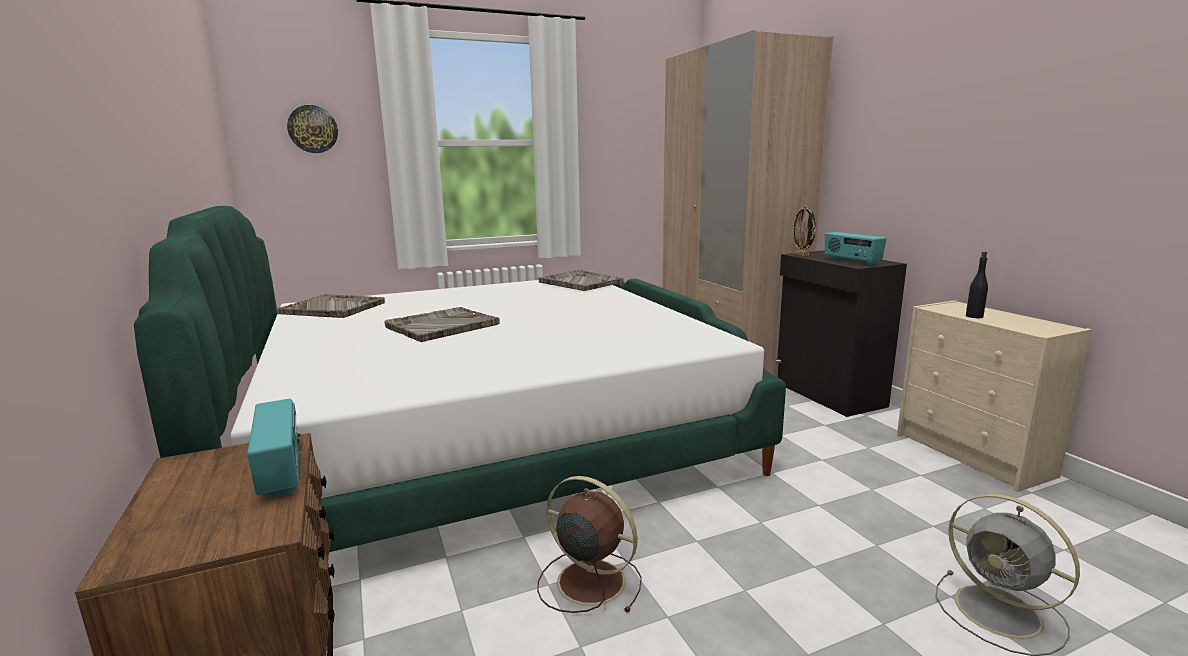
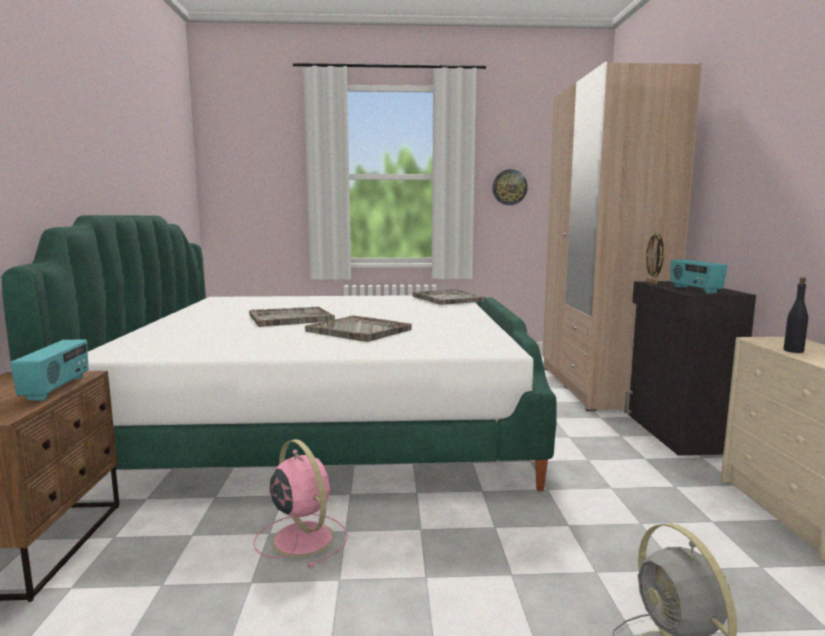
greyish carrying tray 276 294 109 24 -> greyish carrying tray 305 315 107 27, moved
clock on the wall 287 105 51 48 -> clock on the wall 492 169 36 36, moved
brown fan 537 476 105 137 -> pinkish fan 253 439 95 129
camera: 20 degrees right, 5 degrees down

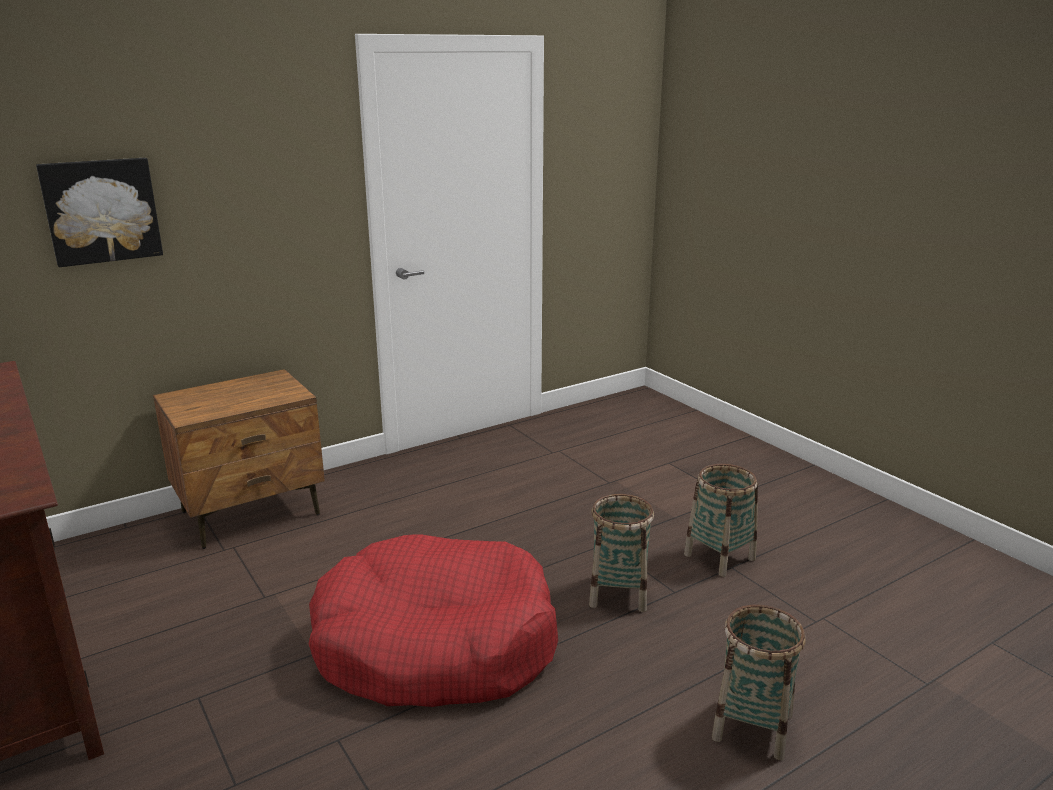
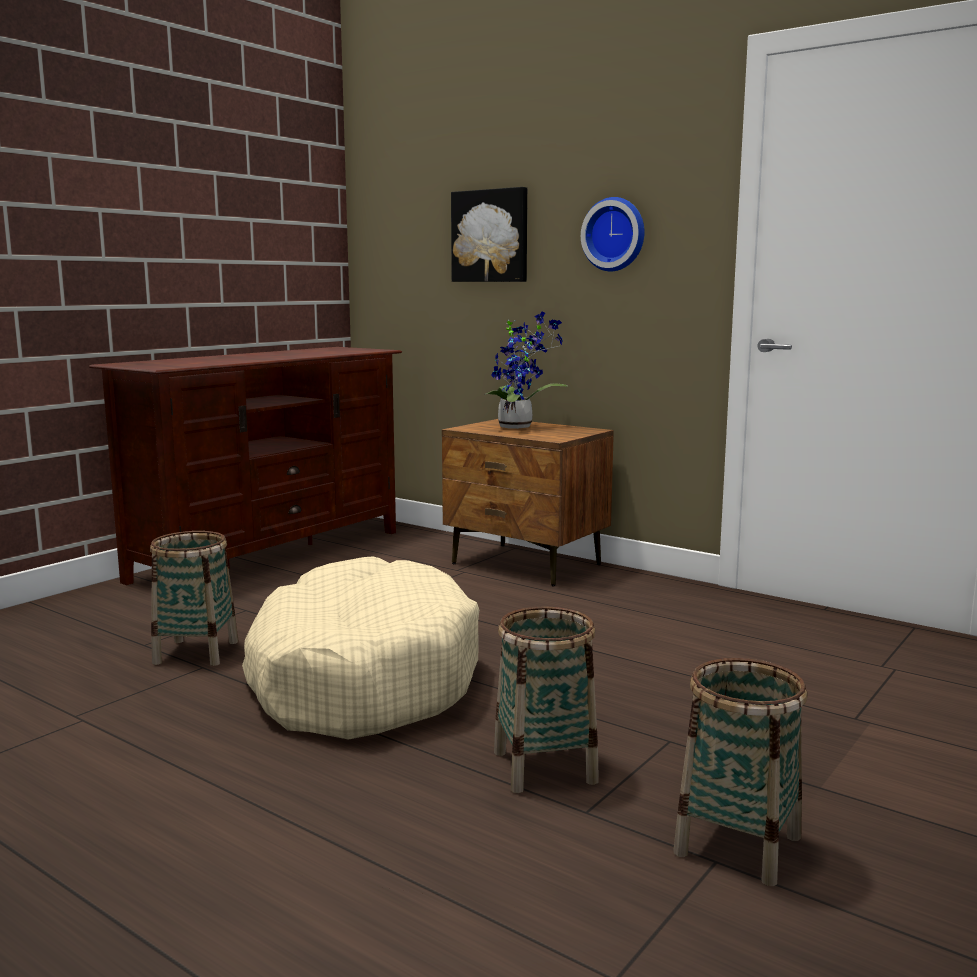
none -> potted plant 486 312 82 117
none -> clock on the wall 581 197 63 74
household basket 712 605 93 155 -> household basket 150 531 88 135, moved
reddish pet bed 309 534 249 173 -> beige pet bed 242 556 237 184
camera: 70 degrees right, 10 degrees down

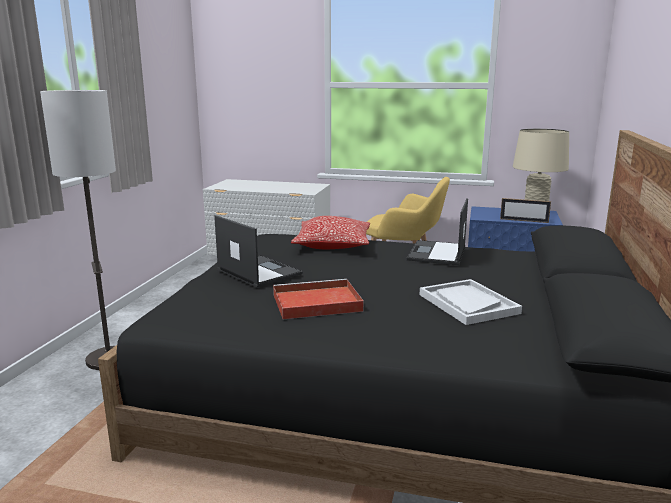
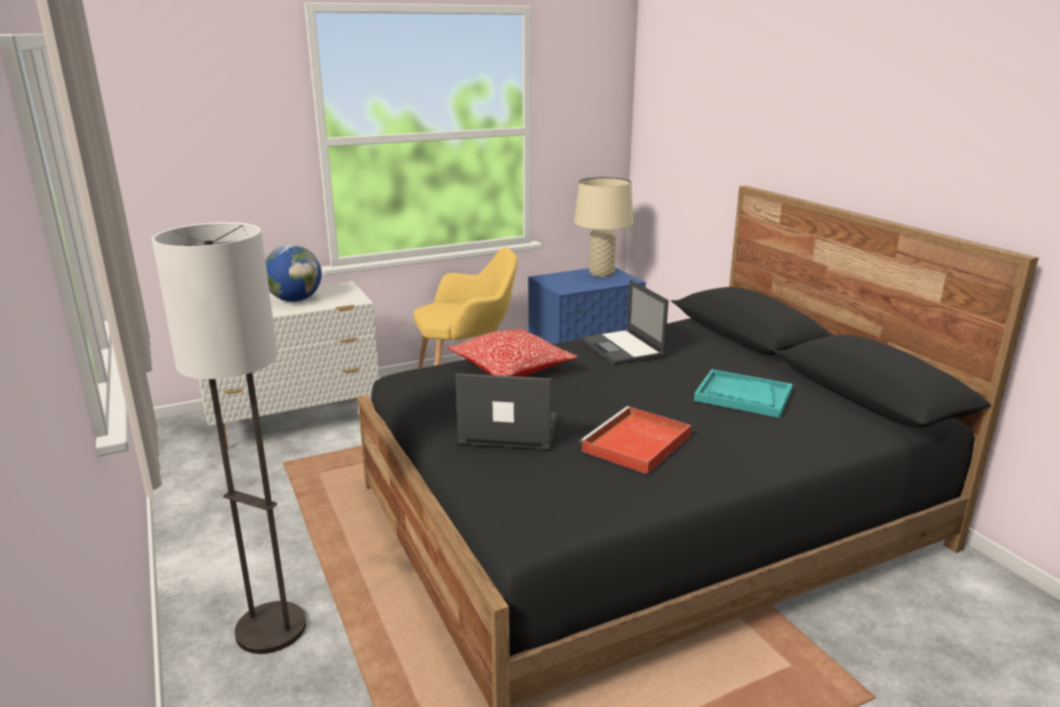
standing frame 500 198 51 25 -> none
none -> desk globe 265 245 57 57
whitish carrying tray 420 279 102 46 -> blue-green carrying tray 694 369 99 49
camera: 40 degrees left, 5 degrees up

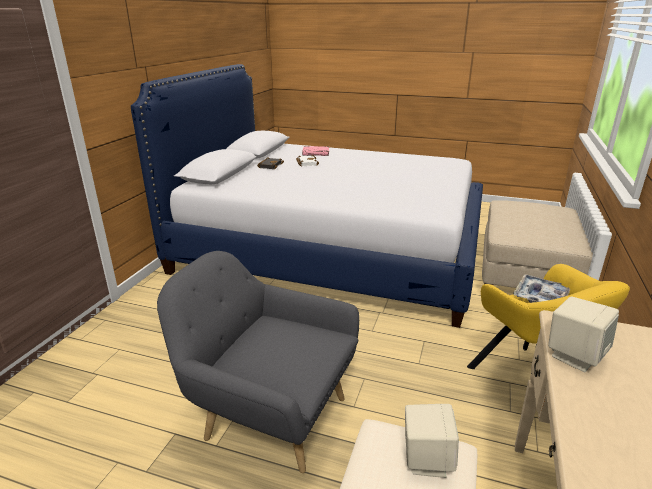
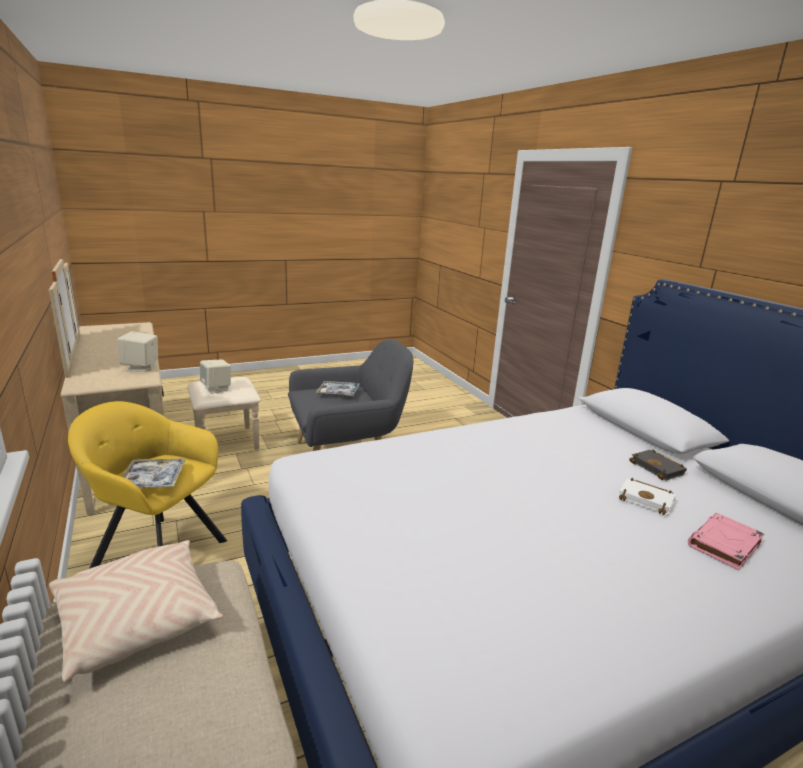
none -> beige throw pillow 49 540 174 142
none -> carrying tray 316 381 44 16
camera: 135 degrees right, 5 degrees down

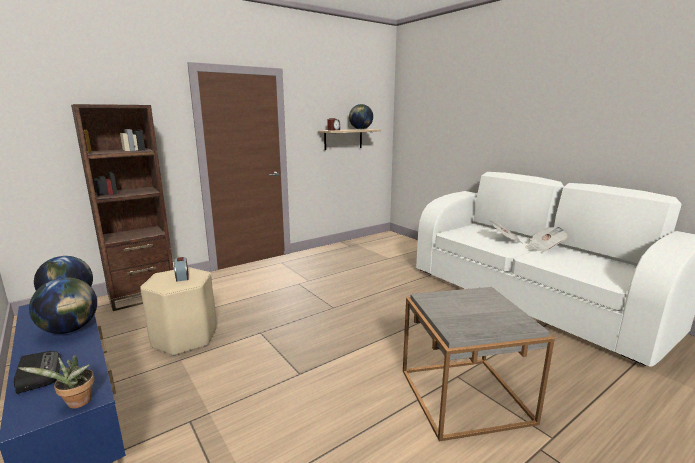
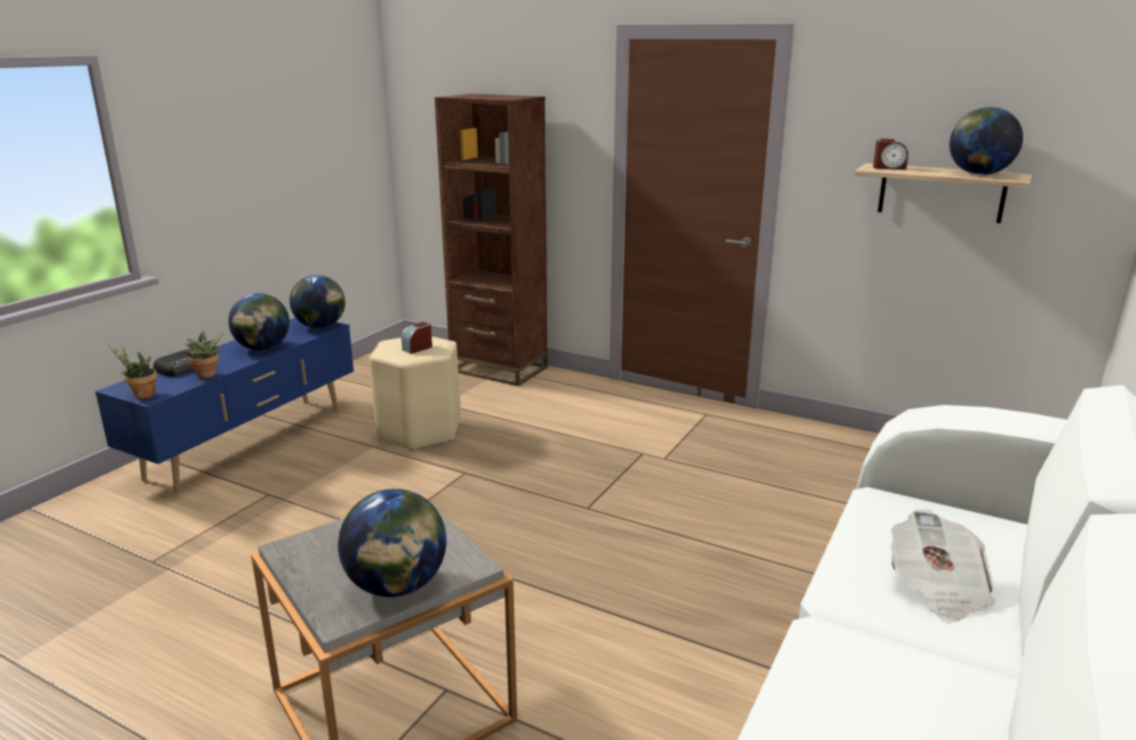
printed paper 525 227 43 25 -> none
none -> potted plant 184 330 39 49
none -> desk globe 338 489 108 108
camera: 65 degrees right, 5 degrees up

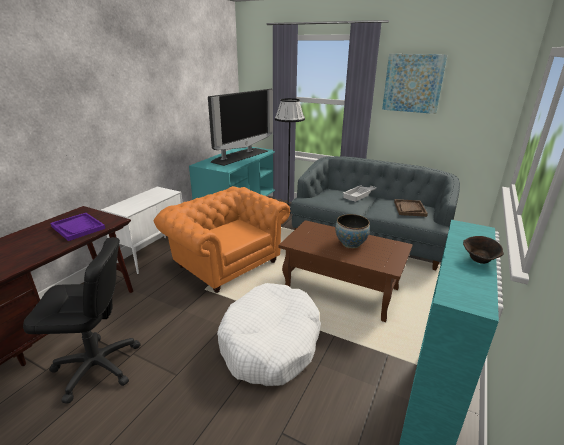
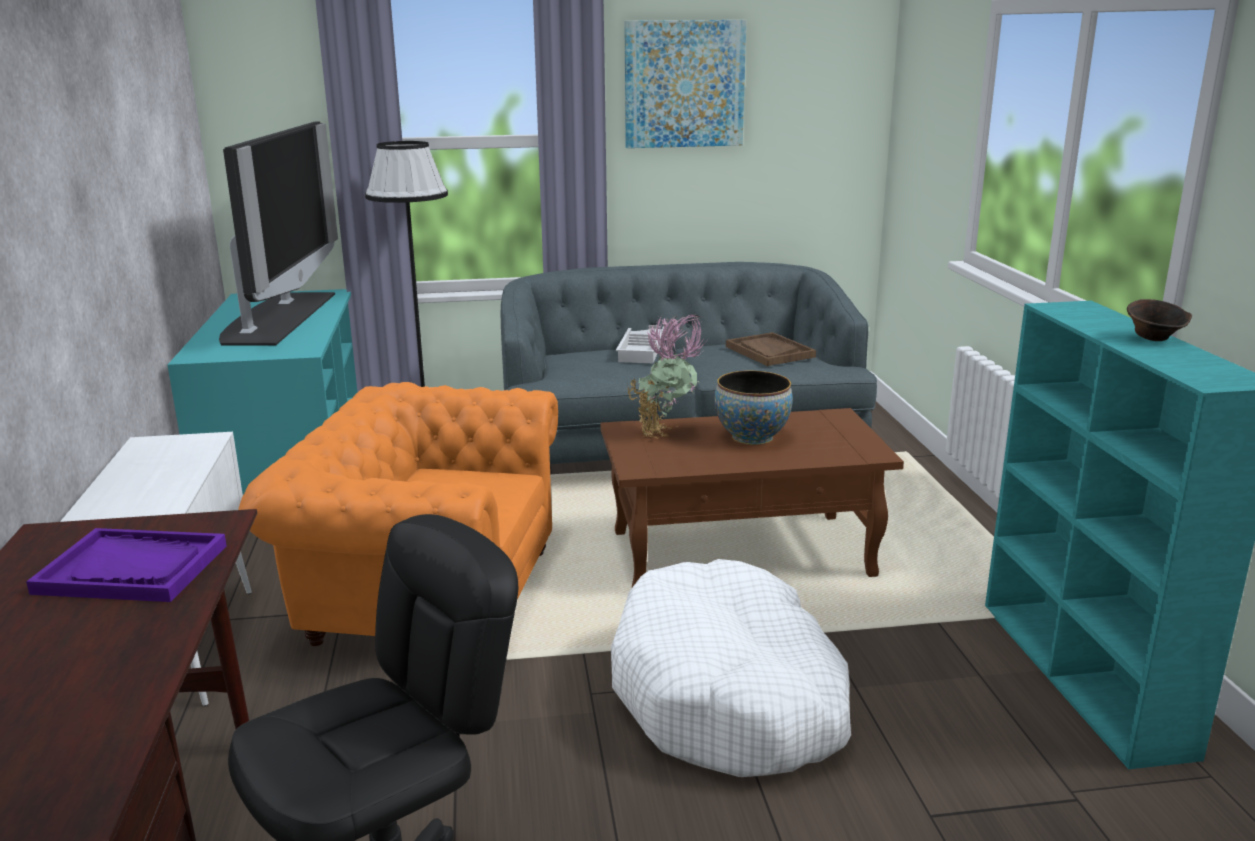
none -> potted plant 628 314 78 125
camera: 35 degrees left, 5 degrees down

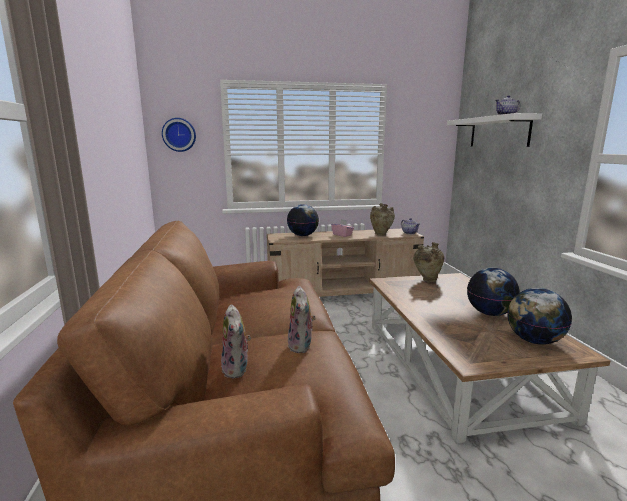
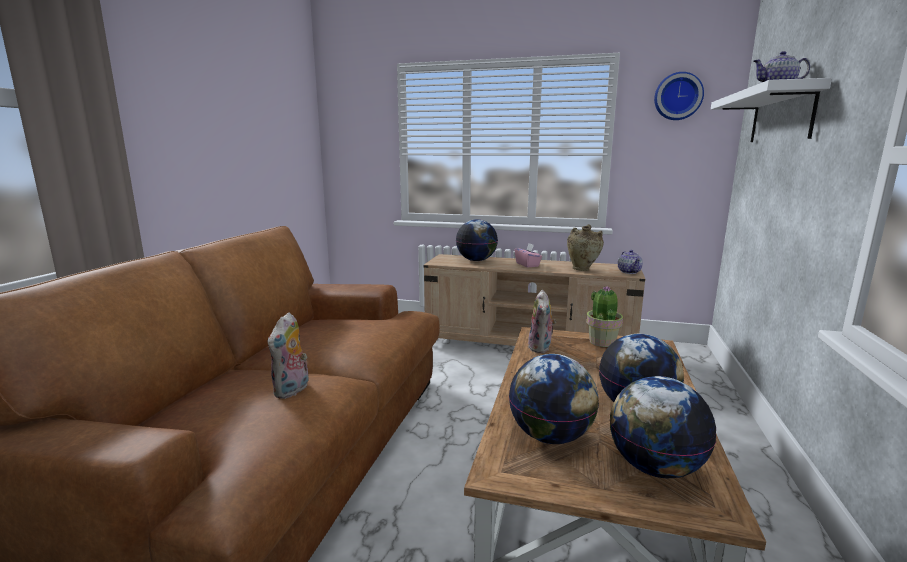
none -> desk globe 509 354 90 90
clock on the wall 162 118 34 34 -> clock on the wall 654 72 50 48, moved
cuddly toy 221 304 30 74 -> cuddly toy 528 290 28 63, moved
beige decorative vase 413 242 31 40 -> potted plant 586 286 37 61
camera: 25 degrees right, 0 degrees up

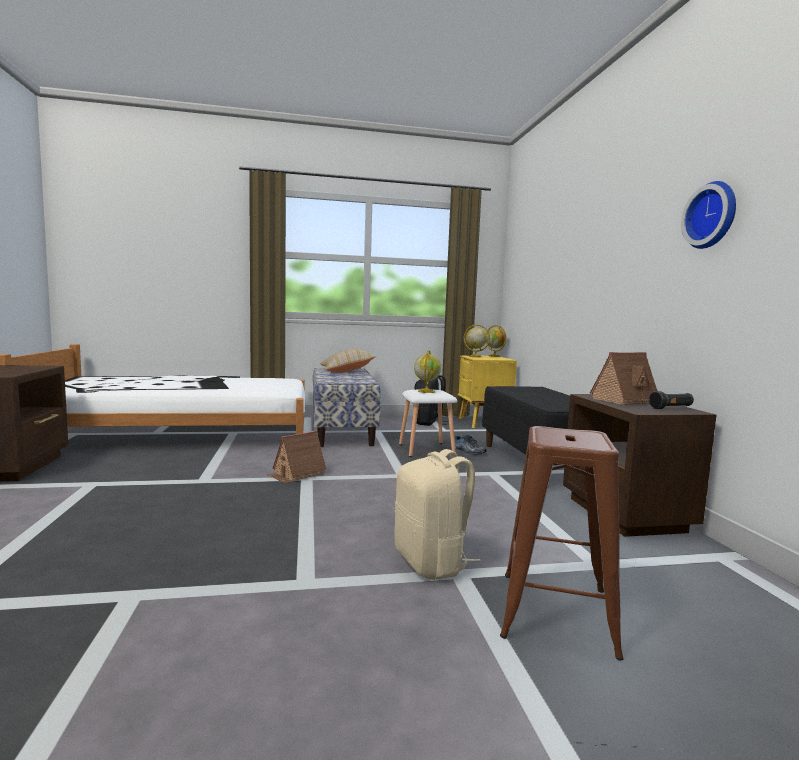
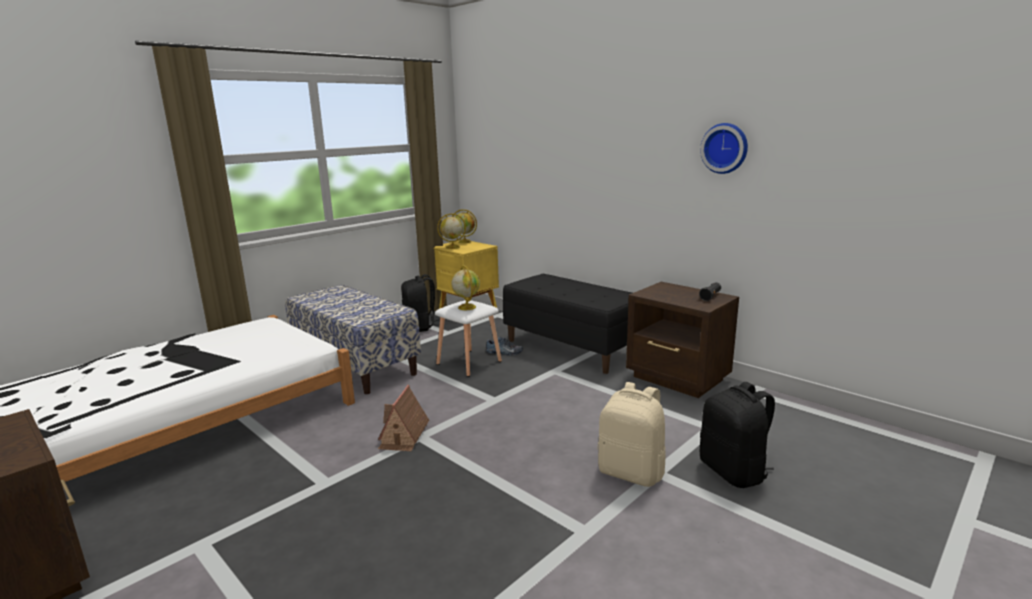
beige throw pillow 320 348 56 25 -> none
model house 590 352 68 53 -> none
brown stool 500 426 124 235 -> black-coloured knapsack 700 382 75 106
camera: 35 degrees left, 10 degrees up

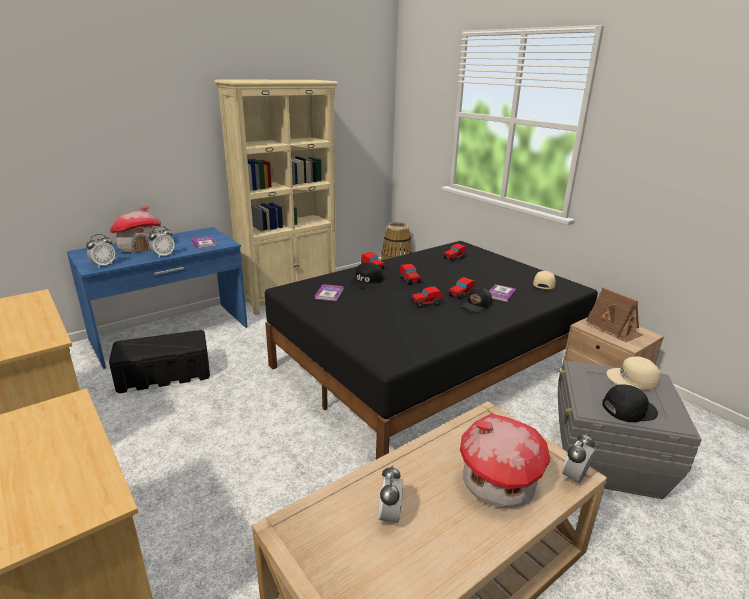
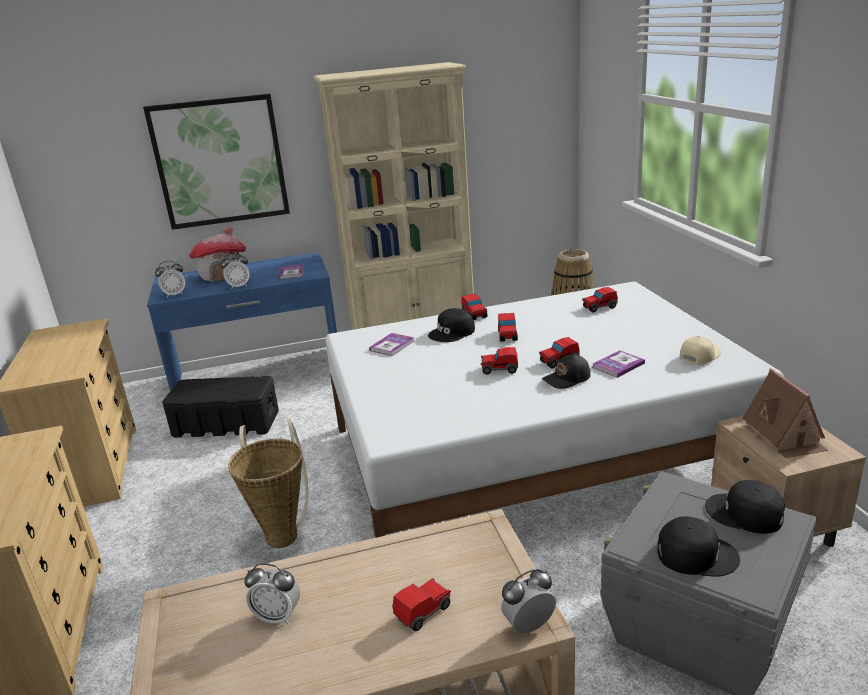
none -> picture 143 94 147 136
none -> household basket 228 419 80 129
model house 460 414 90 94 -> toy car 393 578 58 53
black-coloured bedroom bed 265 241 333 218 -> whitish bedroom bed 325 282 459 256
beige peaked cap 606 356 54 34 -> black-coloured peaked cap 705 480 80 54
alarm clock 378 465 25 61 -> alarm clock 244 563 56 61, 105 degrees counterclockwise
camera: 25 degrees right, 0 degrees up

